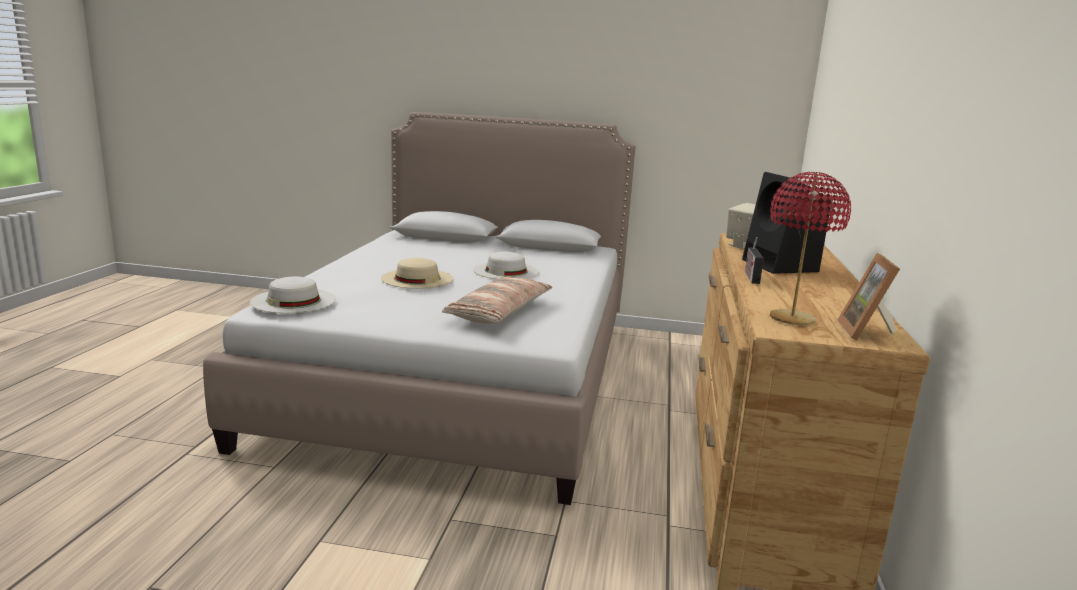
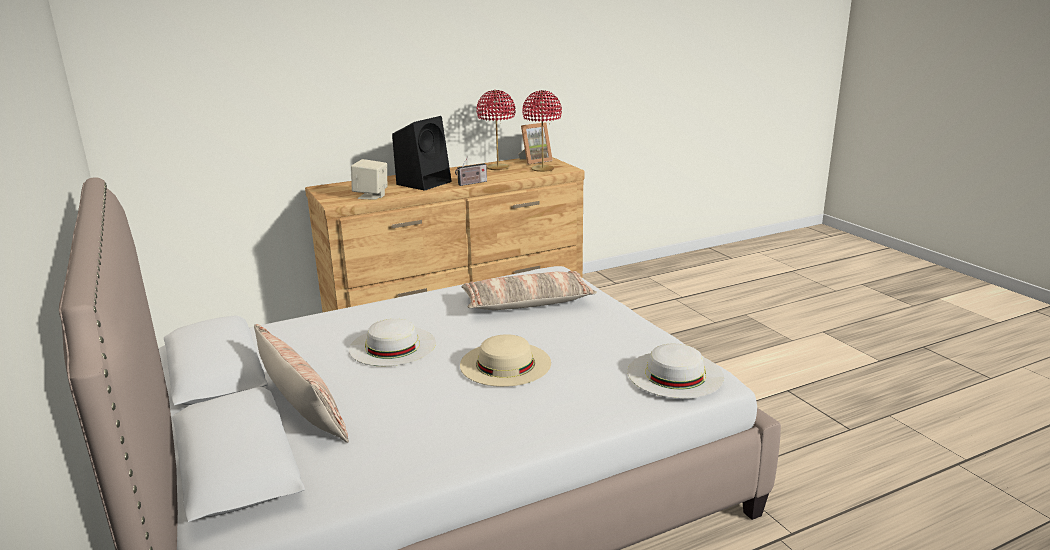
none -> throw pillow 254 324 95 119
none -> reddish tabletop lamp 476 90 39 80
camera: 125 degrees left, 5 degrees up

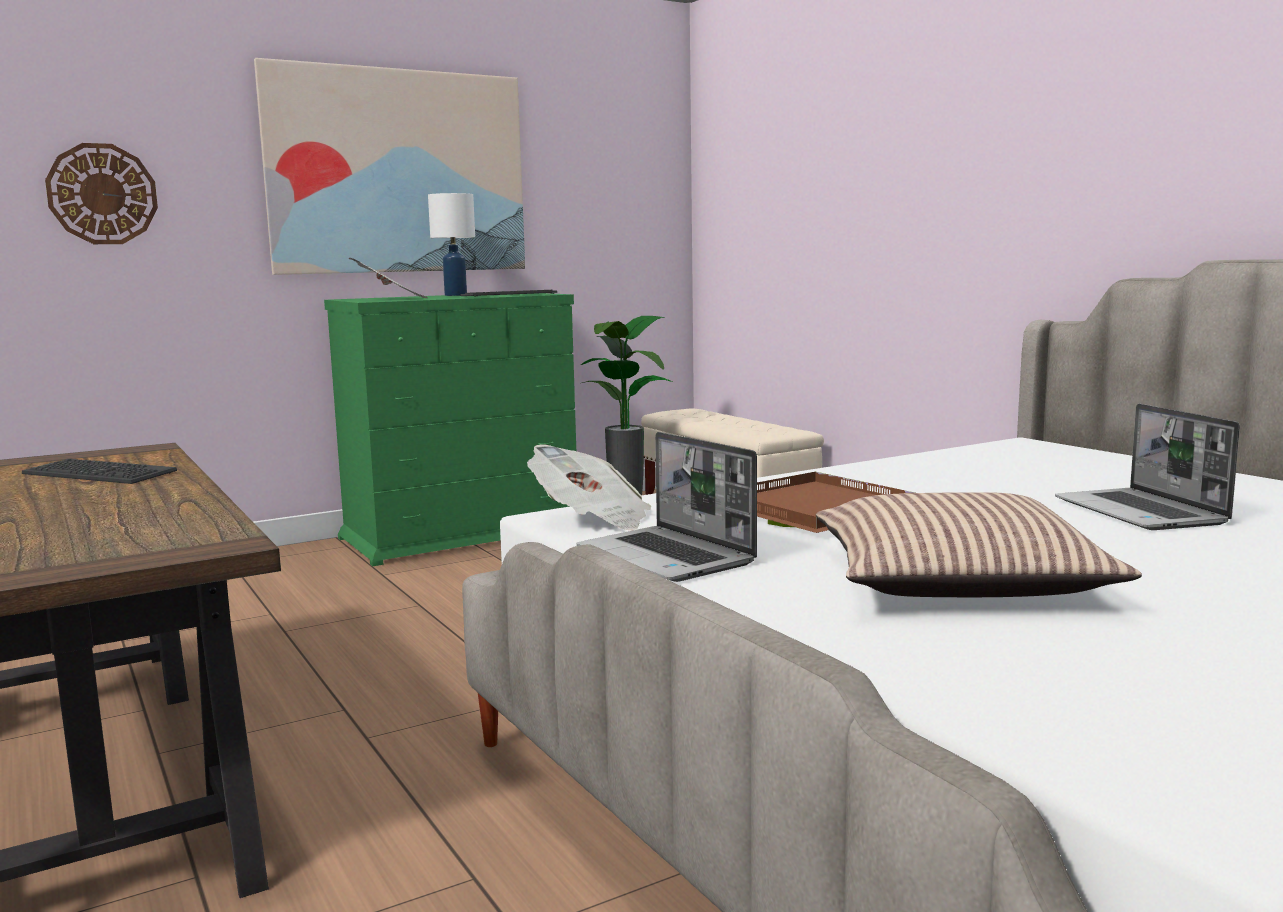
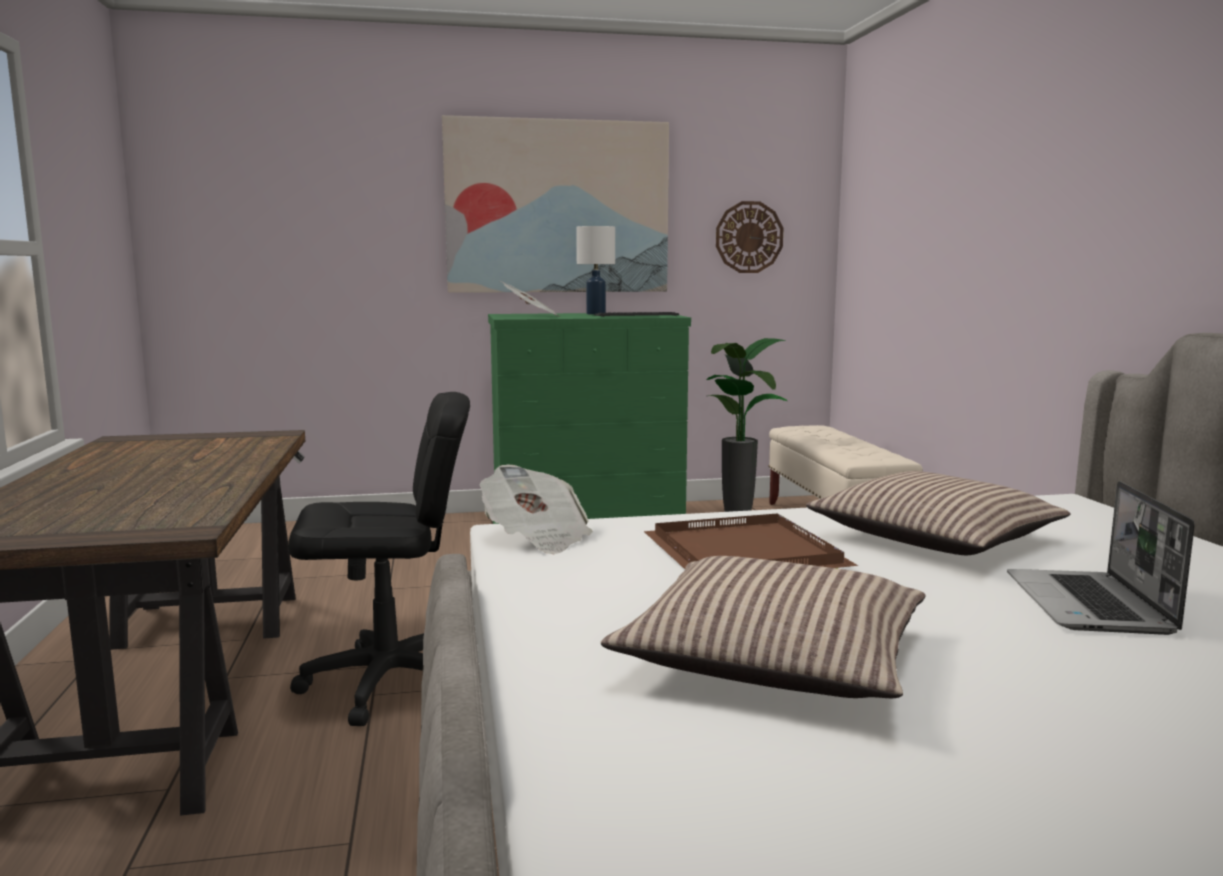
PC keyboard 22 459 155 25 -> none
notebook computer 577 432 180 150 -> none
none -> black-coloured office chair 288 392 182 334
none -> throw pillow 806 471 265 84
clock on the wall 45 143 113 101 -> clock on the wall 716 201 67 72, moved
camera: 20 degrees right, 0 degrees up

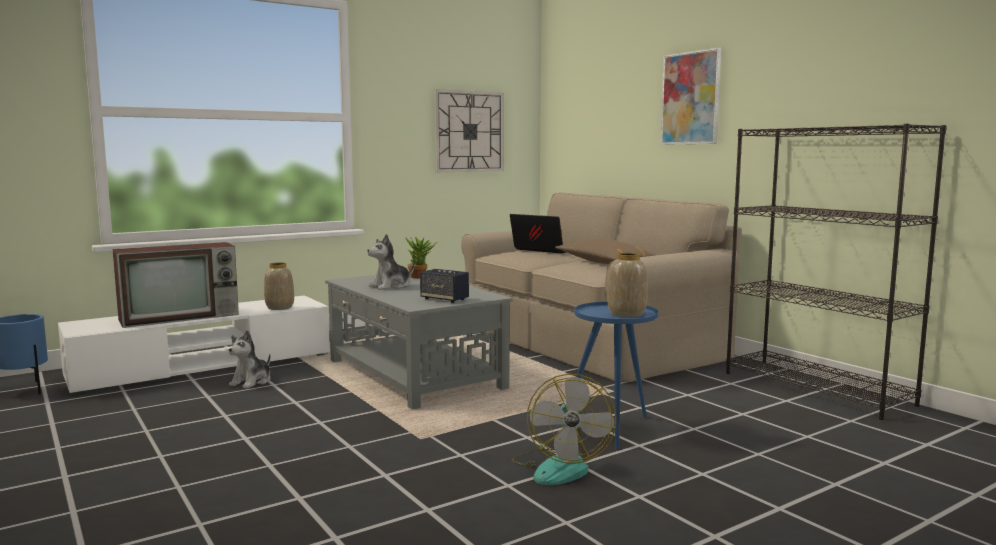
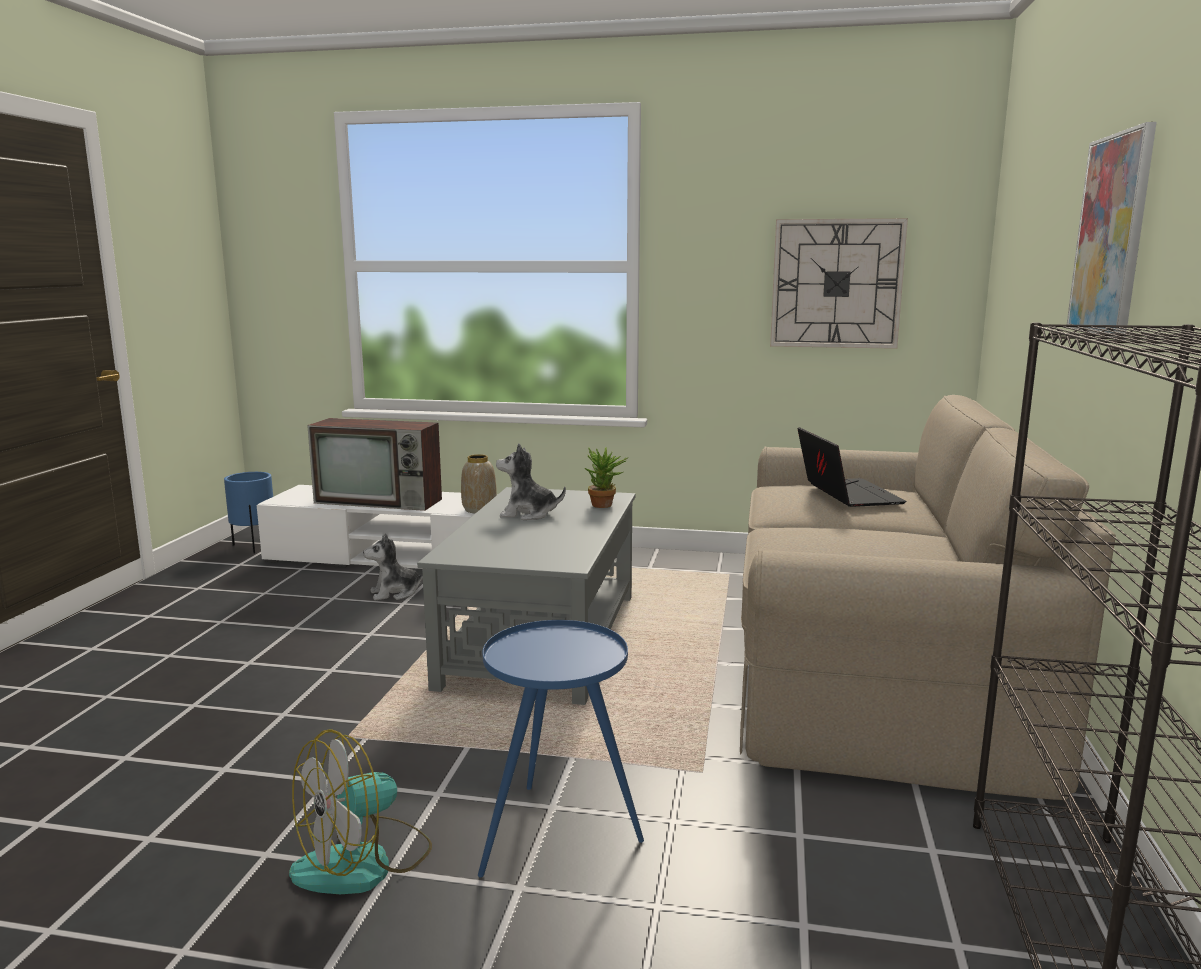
speaker 420 269 49 34 -> none
brown throw pillow 555 238 100 26 -> none
decorative vase 608 252 40 66 -> none
camera: 45 degrees right, 5 degrees up

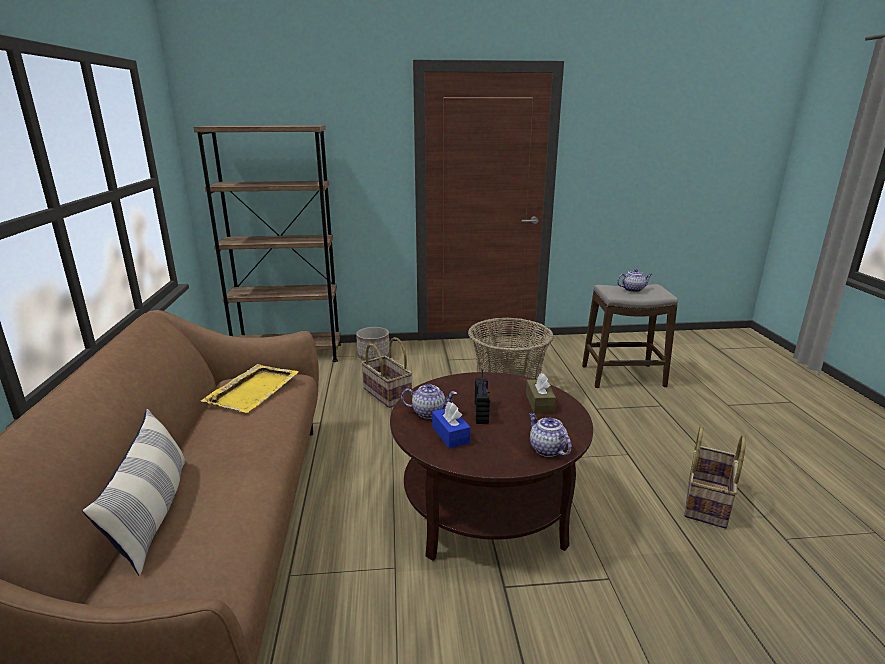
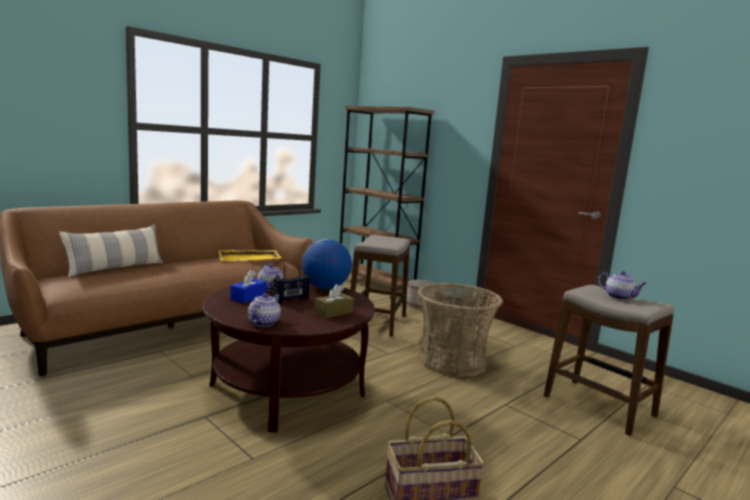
none -> desk globe 302 239 50 50
household basket 361 337 52 71 -> stool 350 235 60 102
camera: 50 degrees right, 10 degrees down

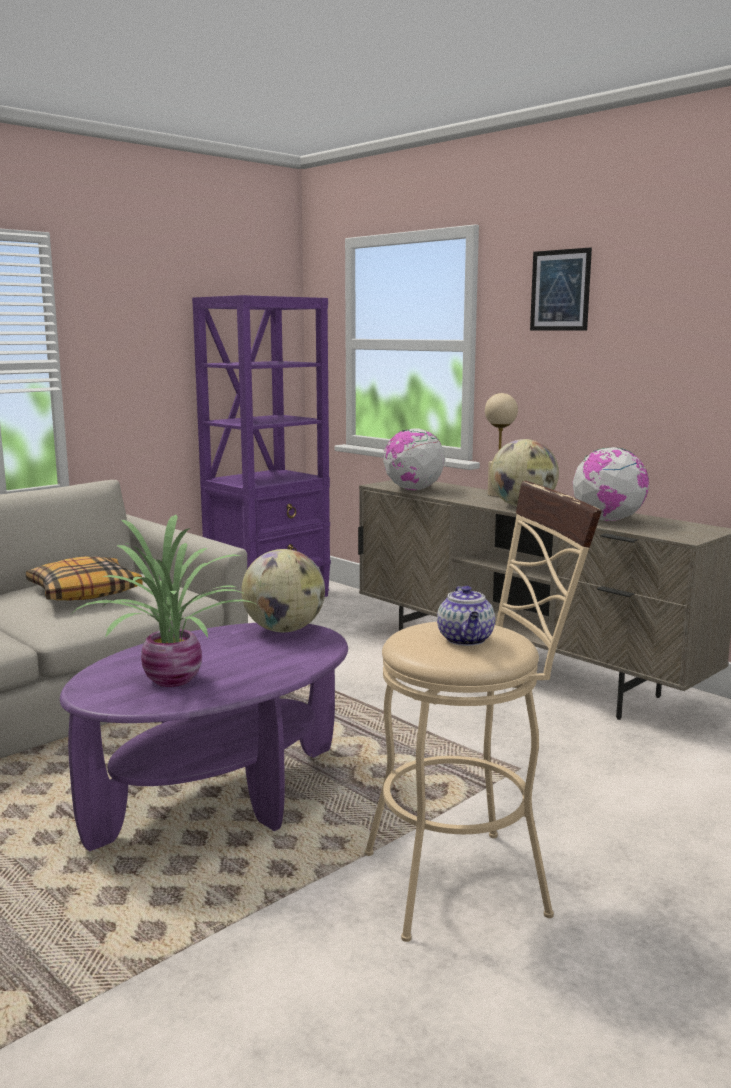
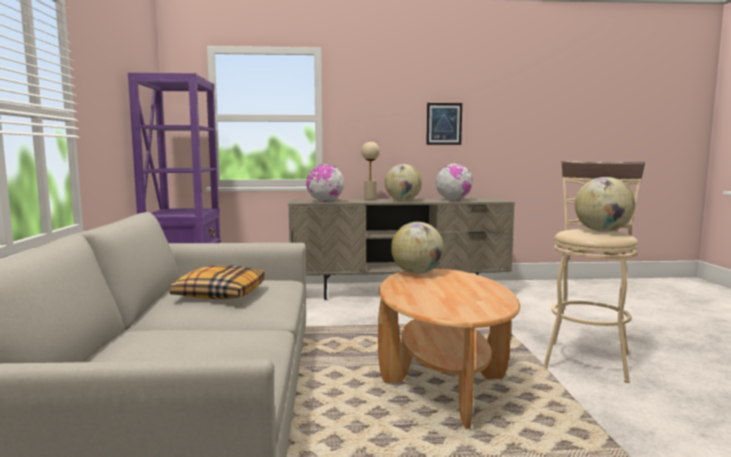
potted plant 71 515 182 172 -> none
picture 530 247 62 84 -> picture 426 103 36 42, moved
teapot 437 586 58 60 -> desk globe 575 177 60 55
purplish coffee table 60 623 288 228 -> brown coffee table 378 268 142 161
camera: 50 degrees left, 5 degrees down

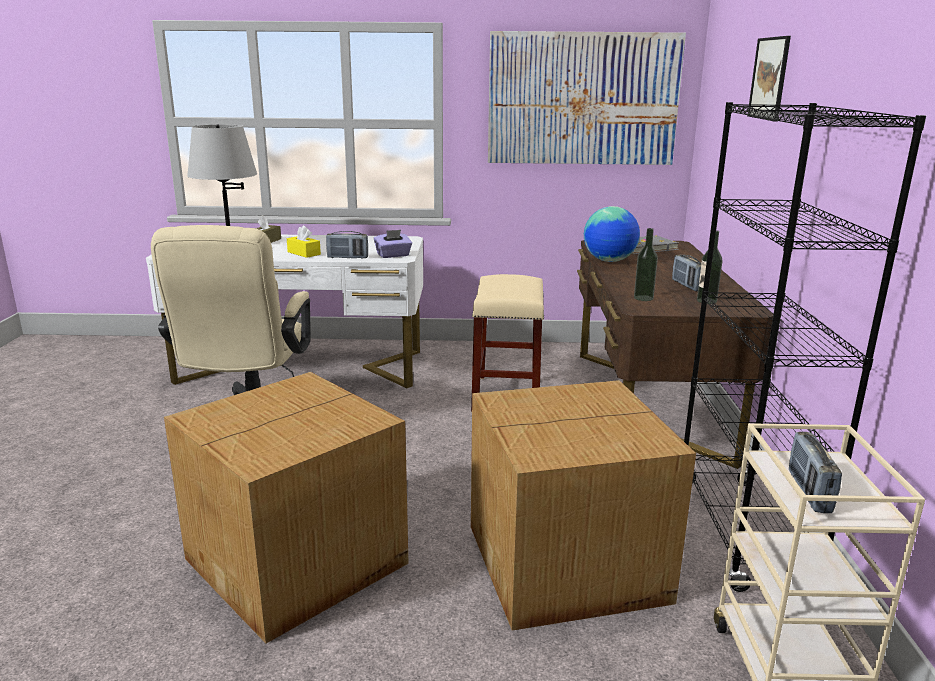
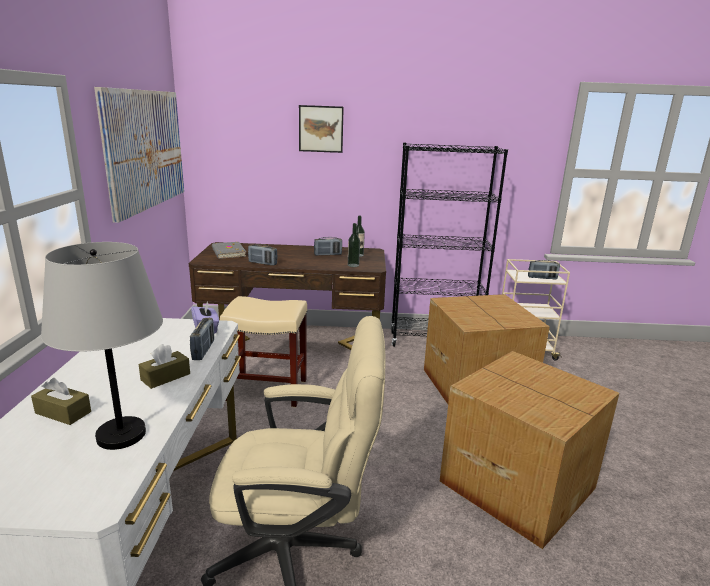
desk globe 584 206 56 56 -> radio set 248 244 29 22
yellowish box of tissues 287 226 34 32 -> brown box of tissues 139 344 51 45
camera: 90 degrees left, 0 degrees up

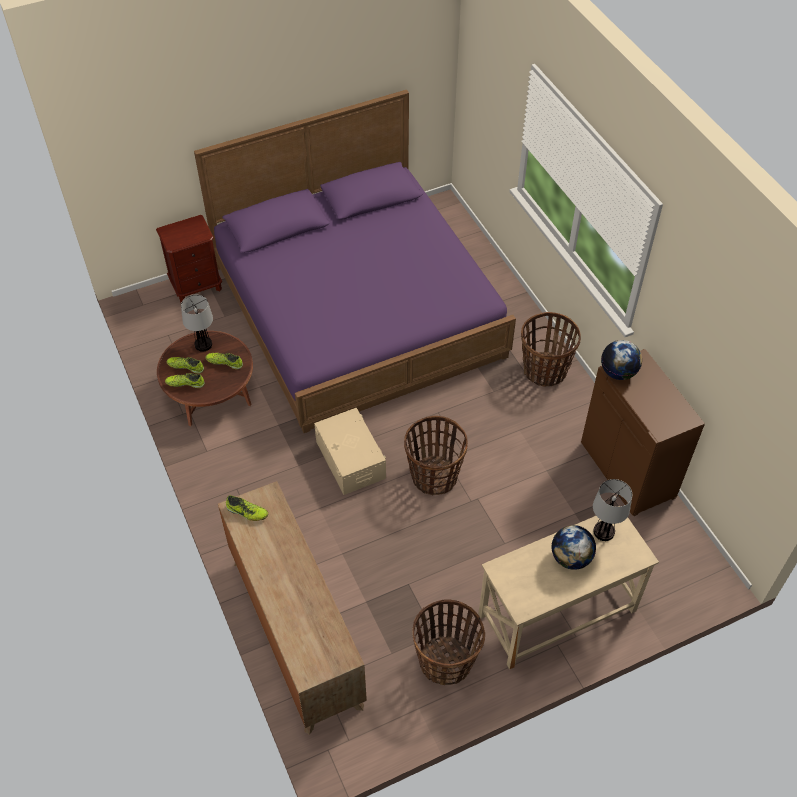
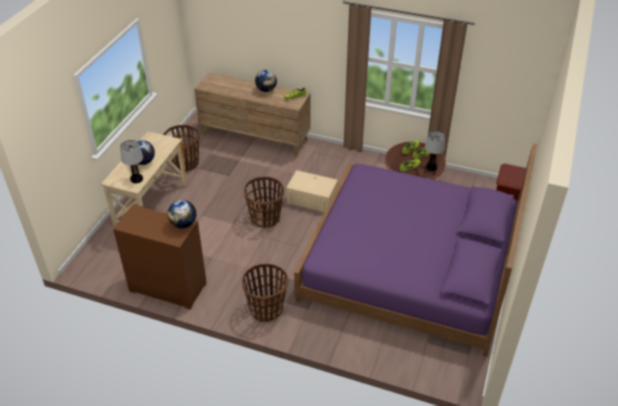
none -> desk globe 255 70 22 22
camera: 135 degrees right, 10 degrees down

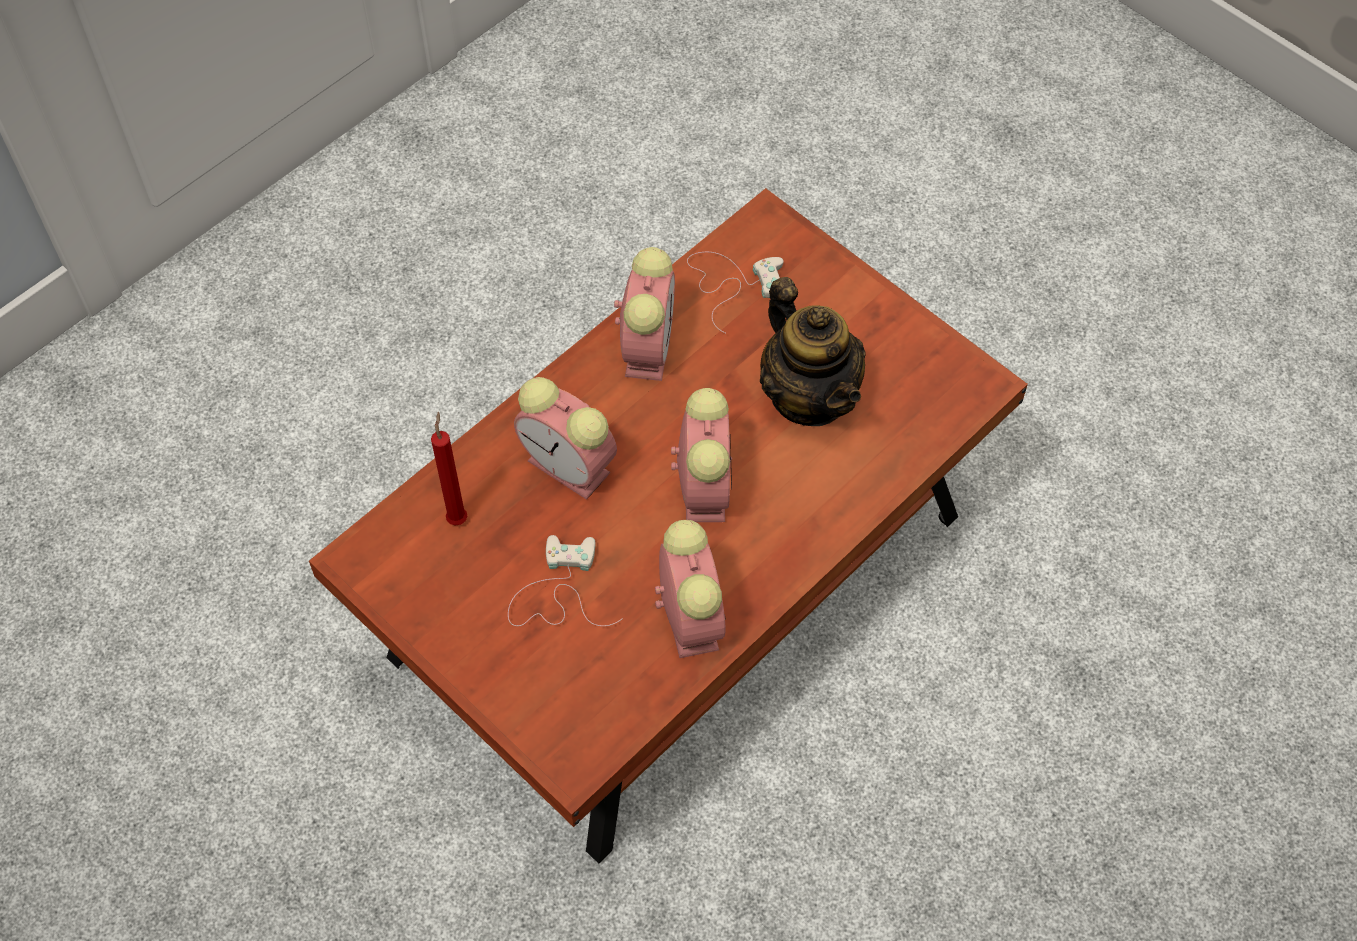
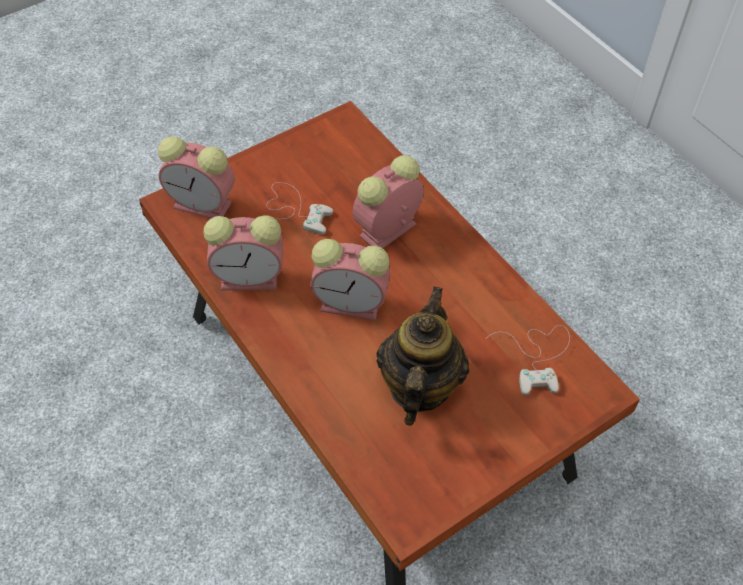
reddish wax candle 431 412 37 114 -> none
alarm clock 614 247 61 134 -> alarm clock 158 136 77 83, moved
teapot 760 277 106 149 -> teapot 376 287 93 139, 120 degrees clockwise
camera: 100 degrees right, 5 degrees down

